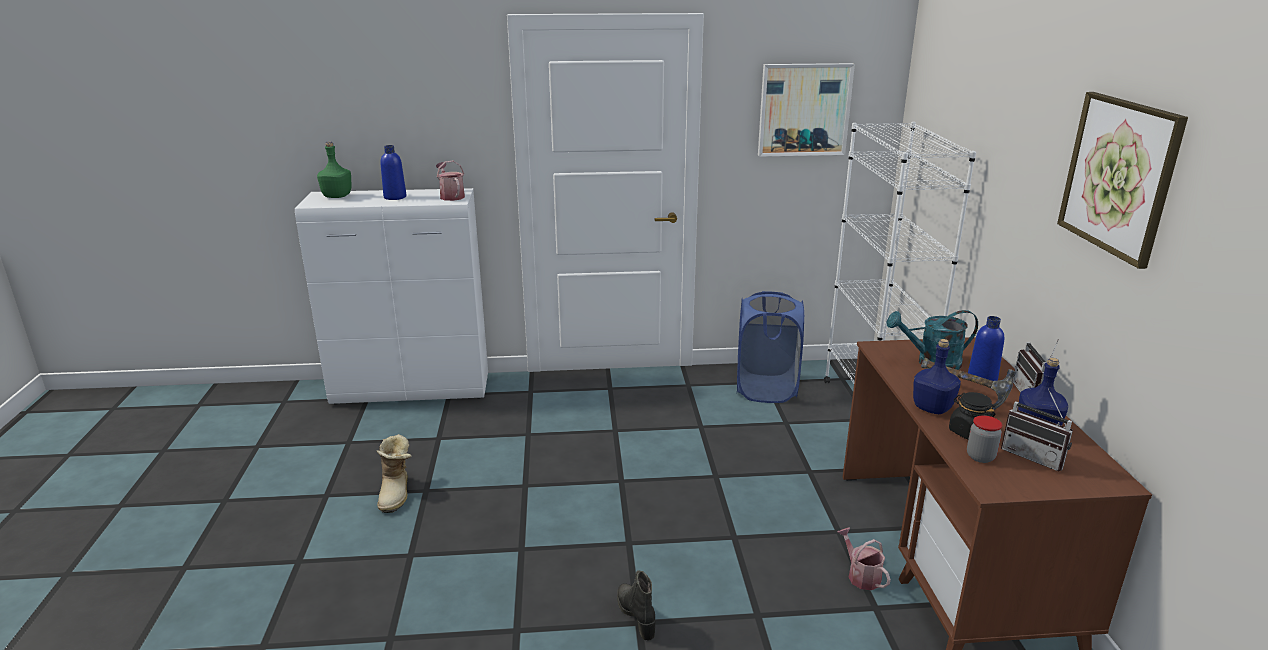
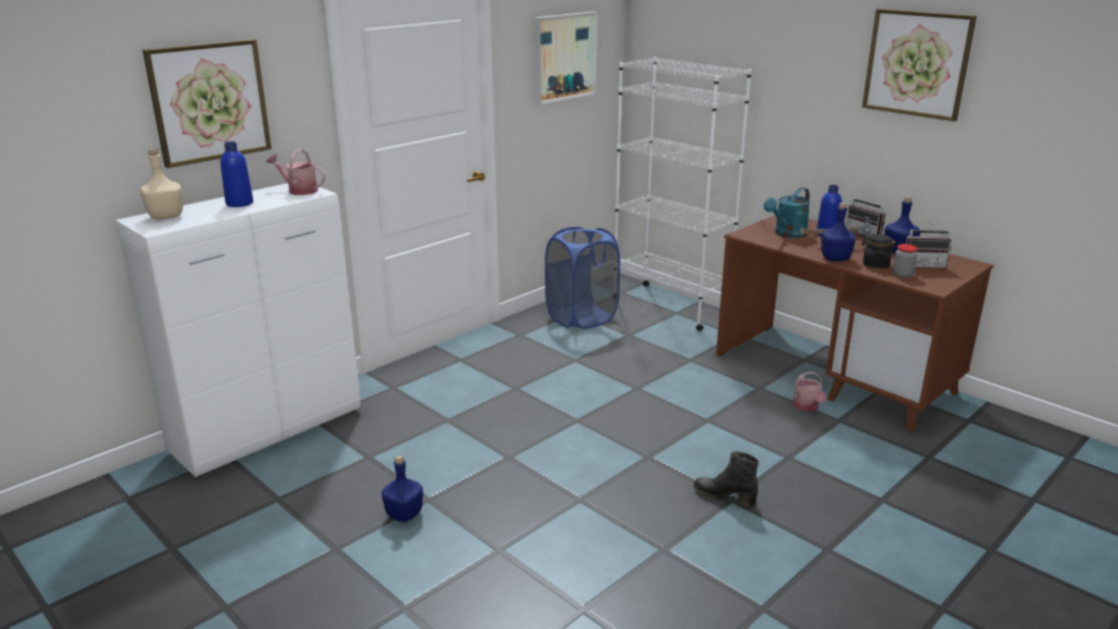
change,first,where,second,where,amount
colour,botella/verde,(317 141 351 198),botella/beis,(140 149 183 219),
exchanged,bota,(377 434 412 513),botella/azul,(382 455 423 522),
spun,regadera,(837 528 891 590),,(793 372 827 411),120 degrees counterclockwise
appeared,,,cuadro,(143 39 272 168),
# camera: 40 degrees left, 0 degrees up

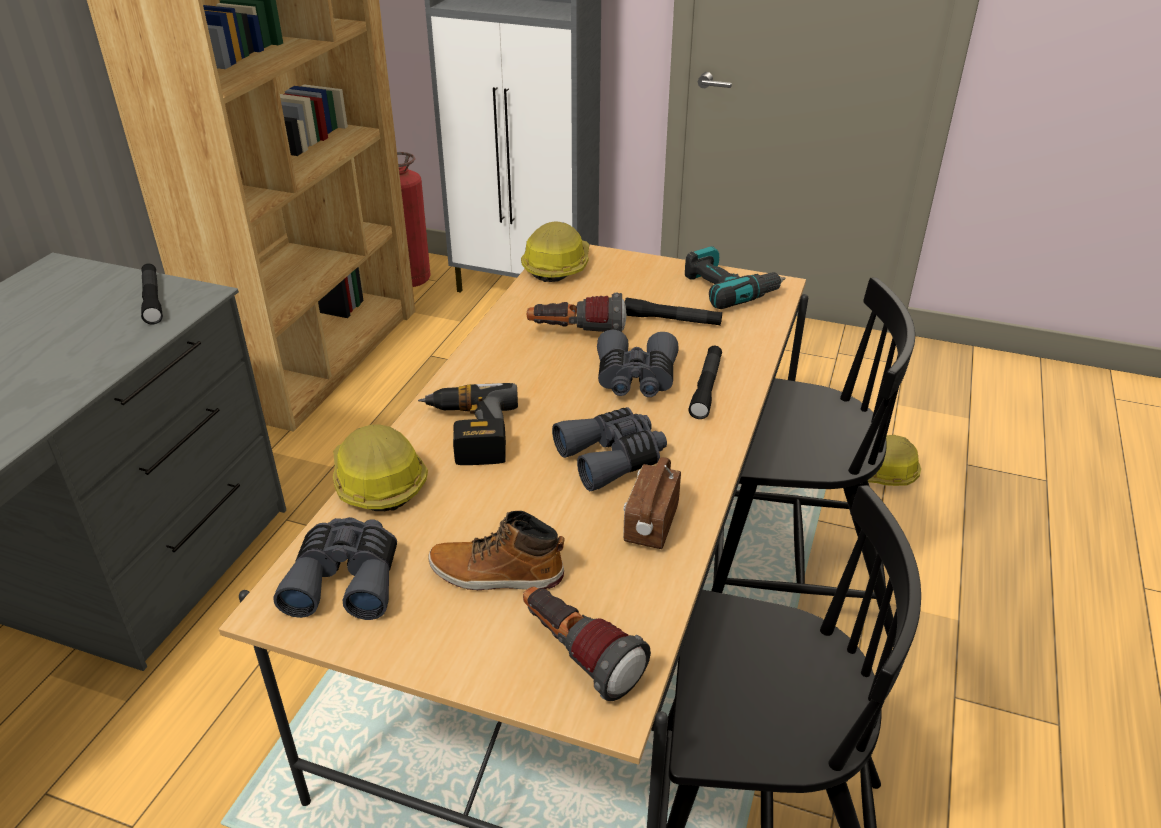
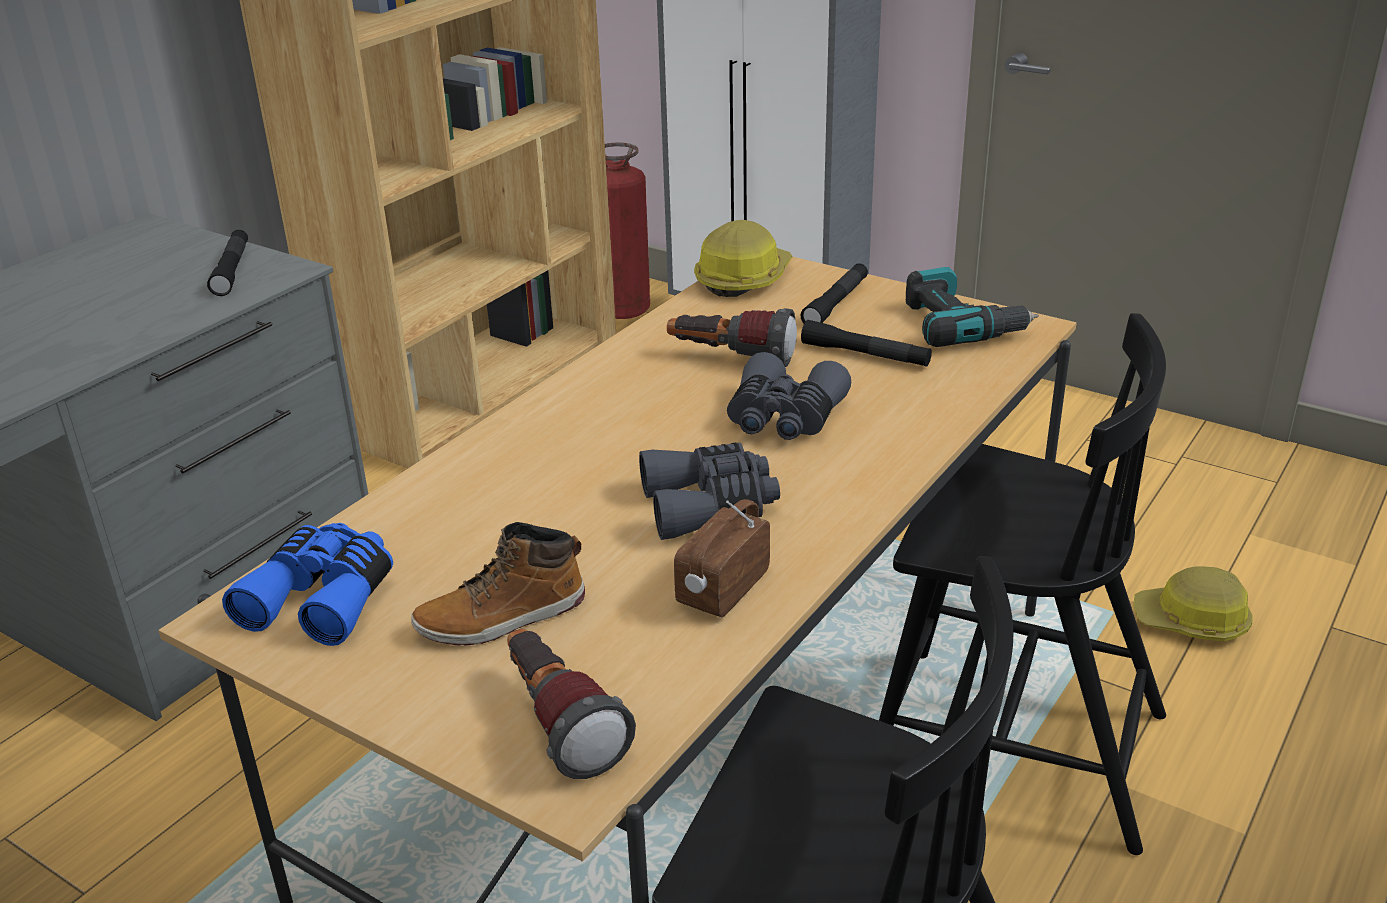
change,first,where,second,where,amount
colour,prismáticos/gris,(273 517 397 620),prismáticos/azul,(222 523 393 646),
missing,casco,(333 424 428 512),,,
missing,taladro,(418 383 518 465),,,
spun,bota,(429 511 565 590),,(411 522 585 646),45 degrees counterclockwise
relocated,linterna/negro,(688 346 722 419),,(800 263 868 323),
# camera: 15 degrees right, 5 degrees down

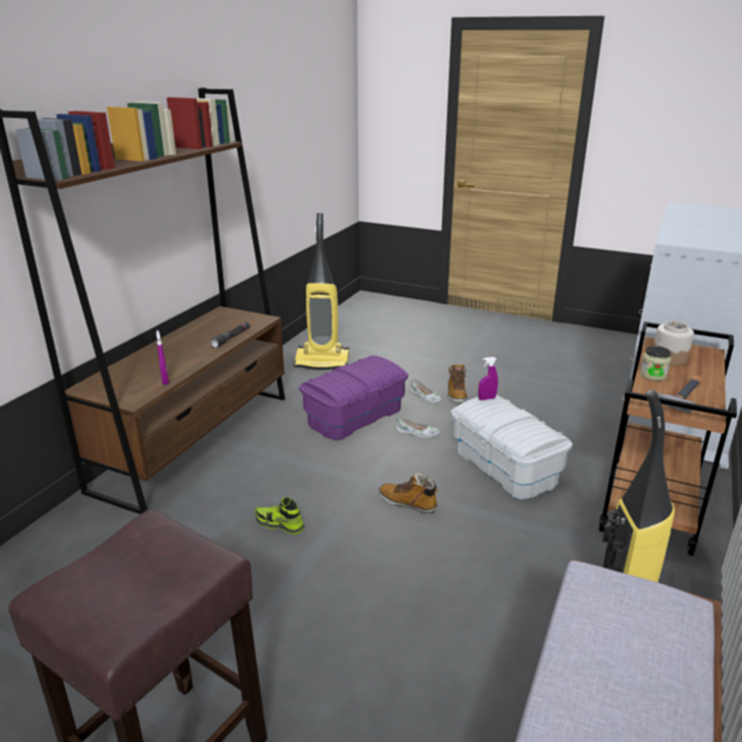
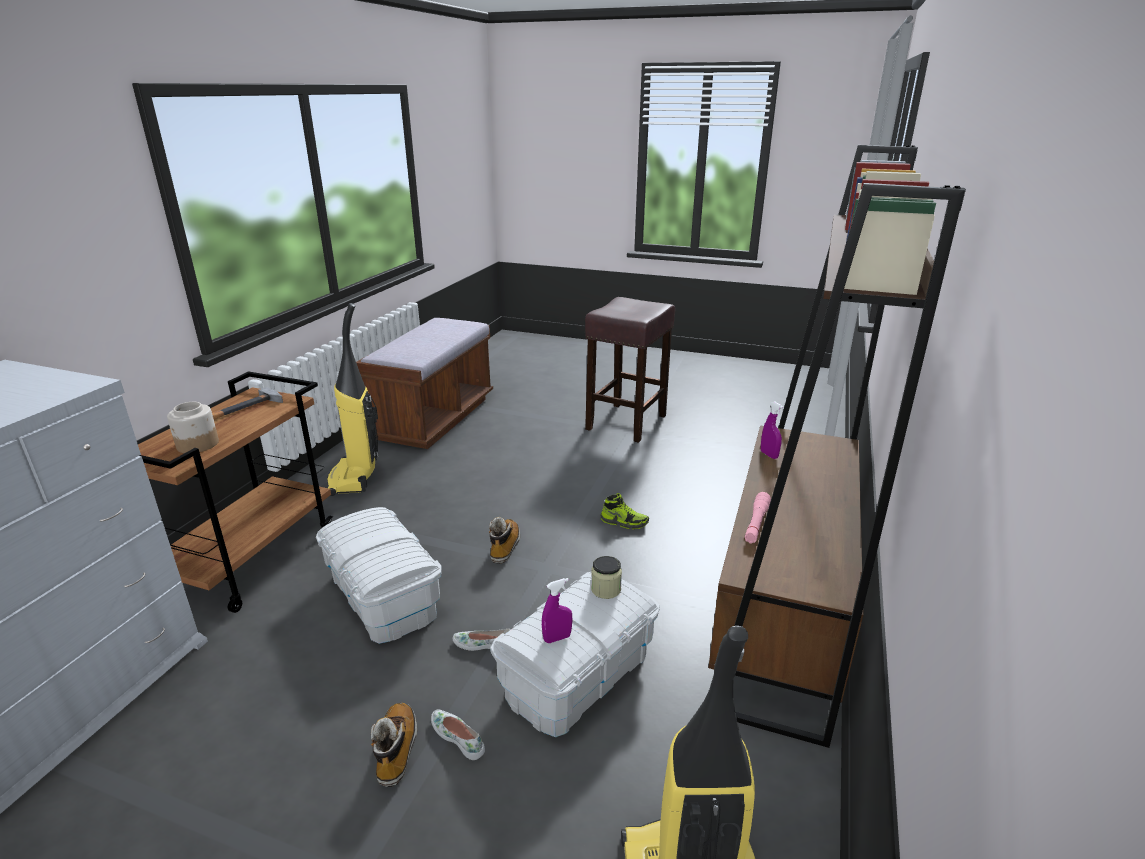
change,first,where,second,where,amount
colour,linterna/negro,(210 322 250 348),linterna/rosa,(745 492 771 543),
colour,caja de almacenaje/morado,(299 355 408 441),caja de almacenaje/blanco,(490 572 660 737),
spun,bota,(379 472 438 514),,(489 517 520 564),105 degrees counterclockwise
relocated,pulverizador/morado,(478 357 498 400),,(542 578 572 643),
relocated,tarro,(640 346 671 381),,(591 556 622 599),
# camera: 175 degrees right, 0 degrees up

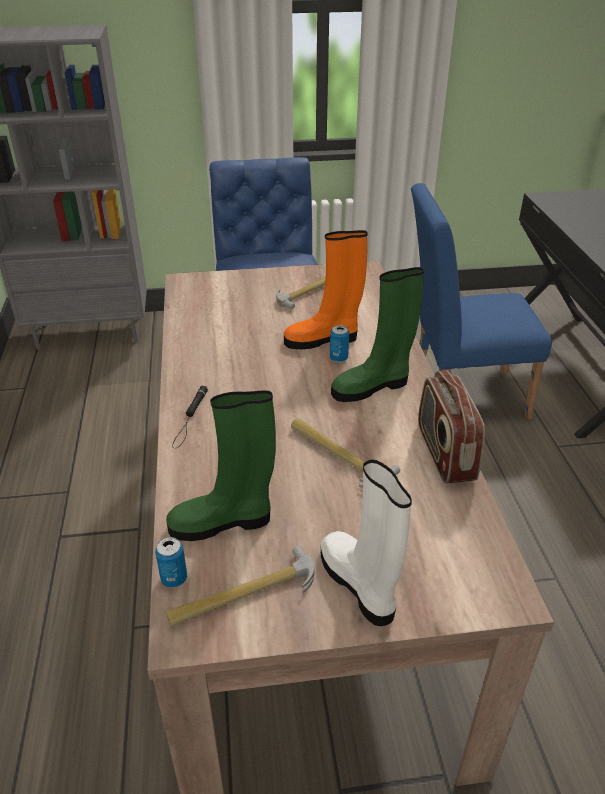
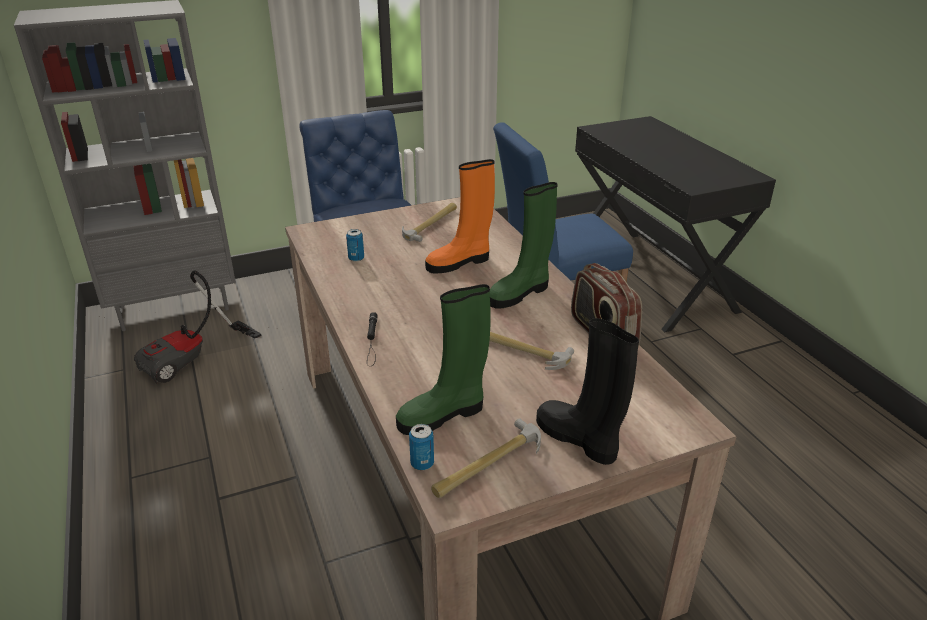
change,first,where,second,where,amount
colour,bota/blanco,(321 459 412 626),bota/negro,(536 318 639 465),
relocated,lata,(330 325 349 362),,(346 229 364 262),
appeared,,,aspiradora,(134 270 262 384),
# camera: 15 degrees left, 5 degrees down

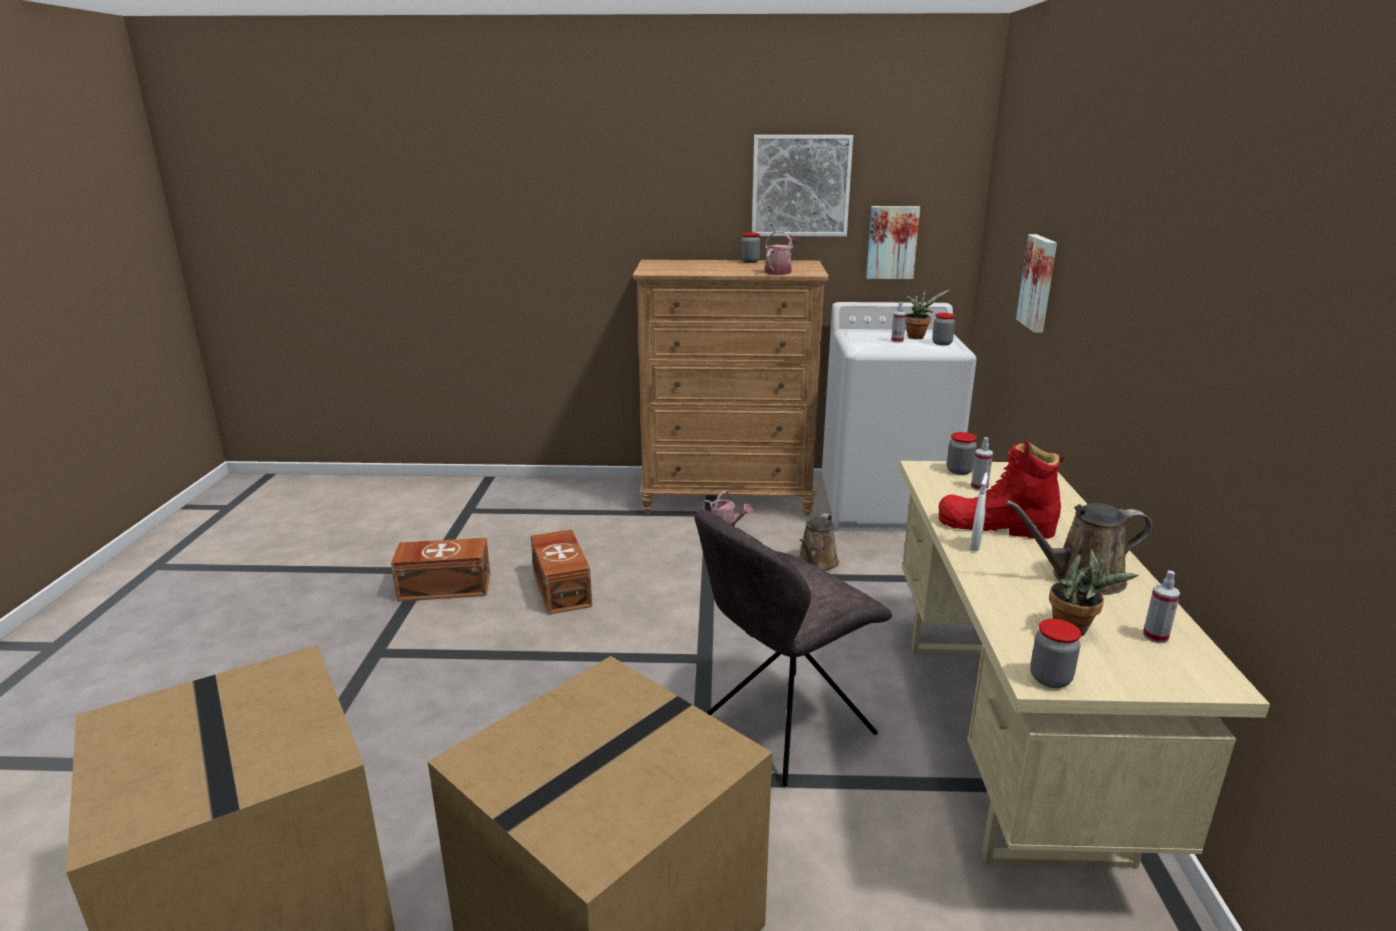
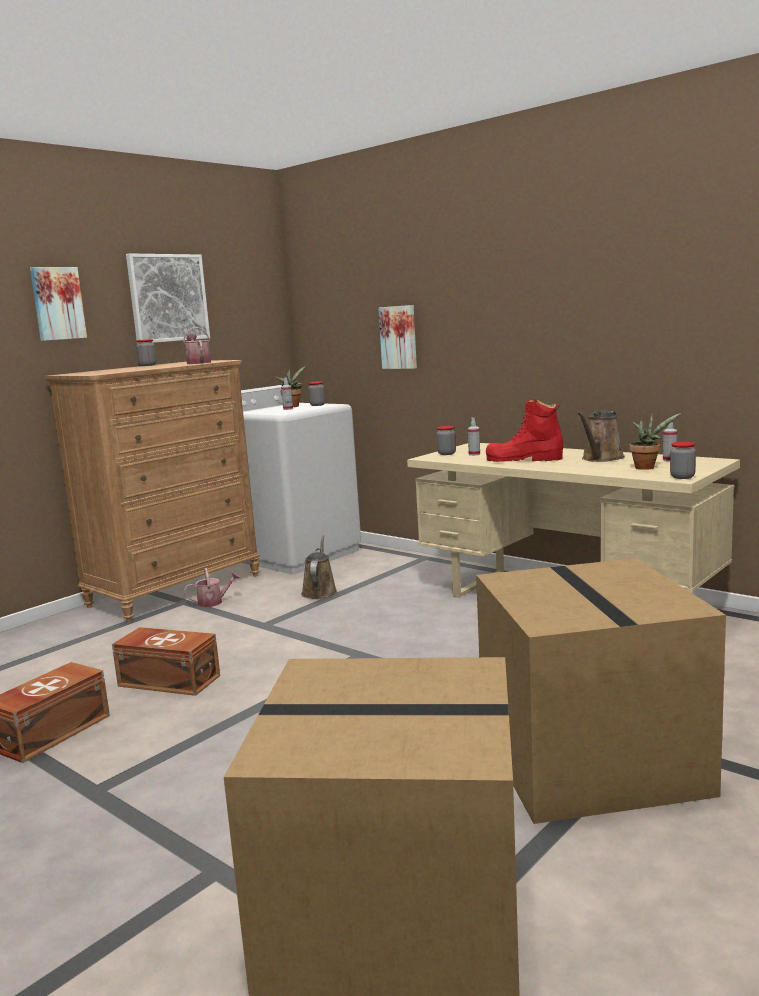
change,first,where,second,where,amount
missing,silla/gris,(694 509 892 787),,,
spun,regadera/marrón,(799 513 839 572),,(301 535 337 599),150 degrees counterclockwise
relocated,cuadro,(866 206 920 279),,(30 267 87 341),
spun,bota/rojo,(938 441 1064 539),,(486 399 563 462),45 degrees clockwise
missing,pulverizador/blanco,(970 473 988 551),,,
# camera: 50 degrees left, 10 degrees down

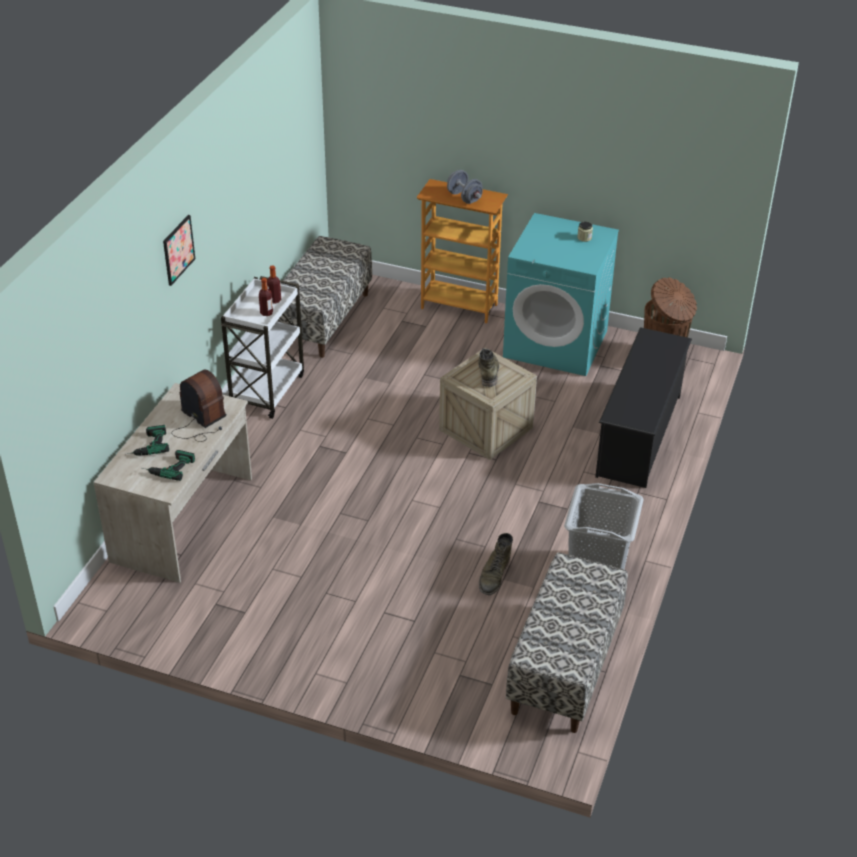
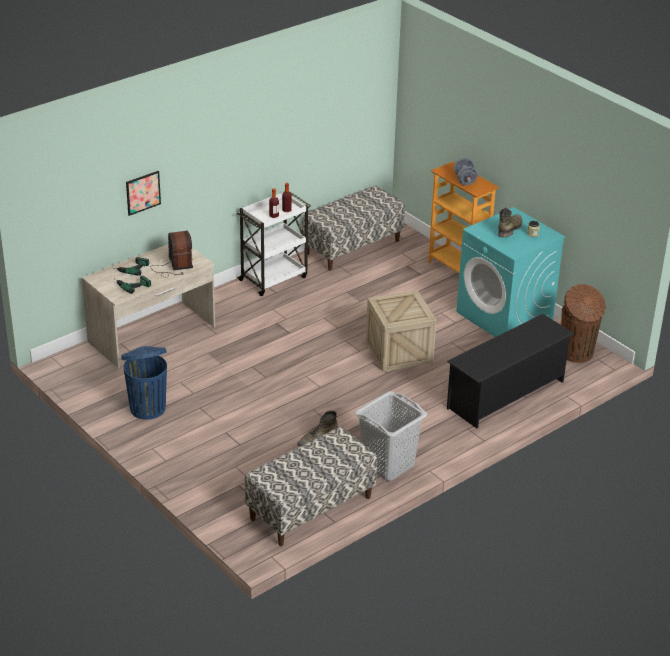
change,first,where,second,where,amount
relocated,cuadro,(163 215 195 286),,(126 171 161 216),
relocated,bota/verde,(479 348 499 387),,(498 208 523 237),
appeared,,,papelera/azul,(121 346 167 420),
# camera: 30 degrees right, 5 degrees down

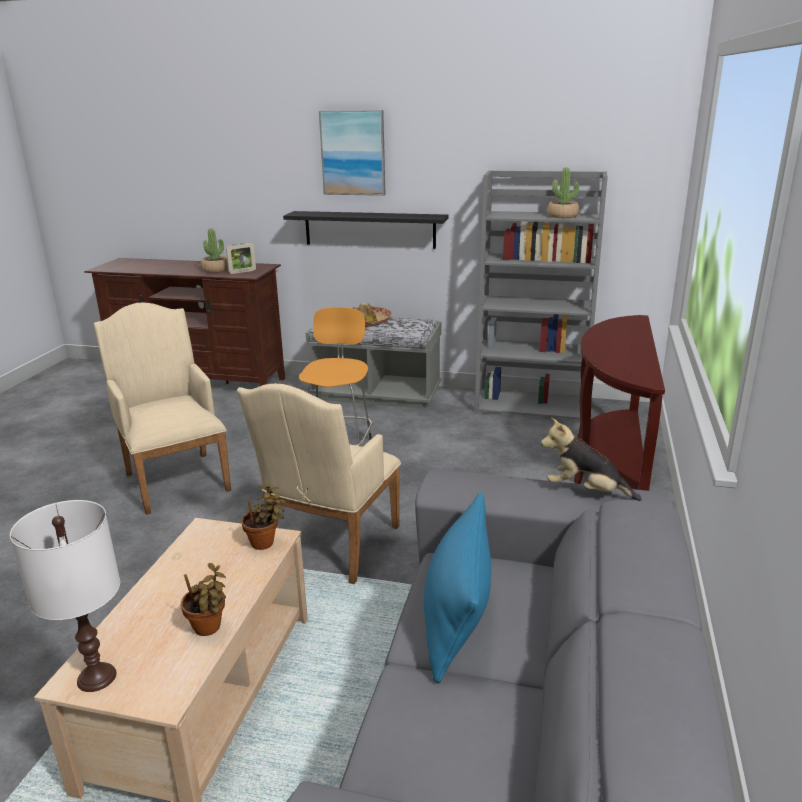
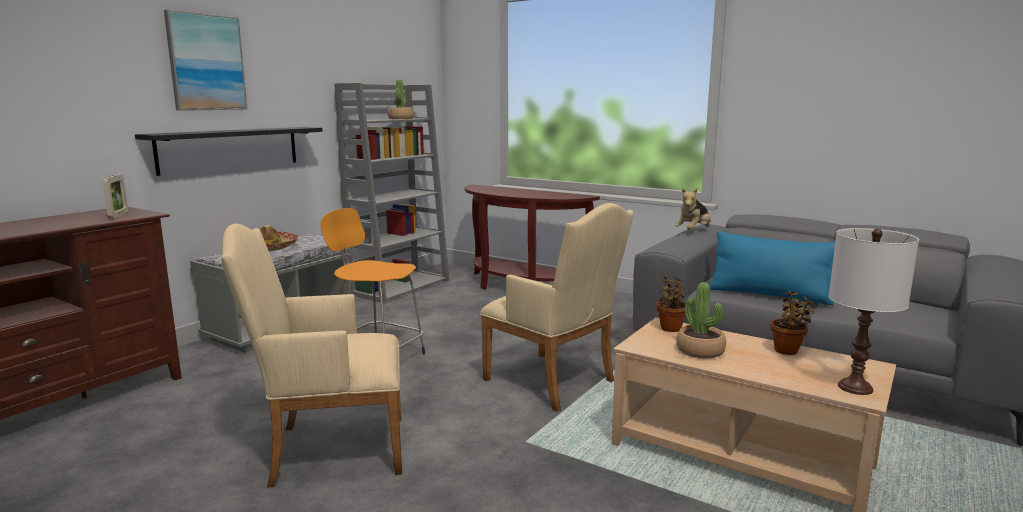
change,first,where,second,where,amount
relocated,planta en maceta,(201 228 228 273),,(676 282 726 359),
# camera: 70 degrees left, 10 degrees down

